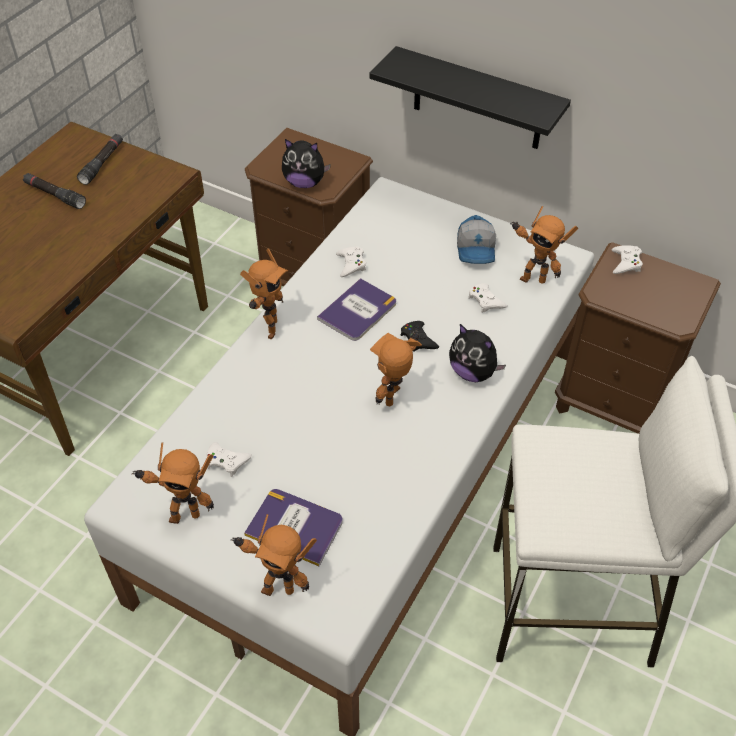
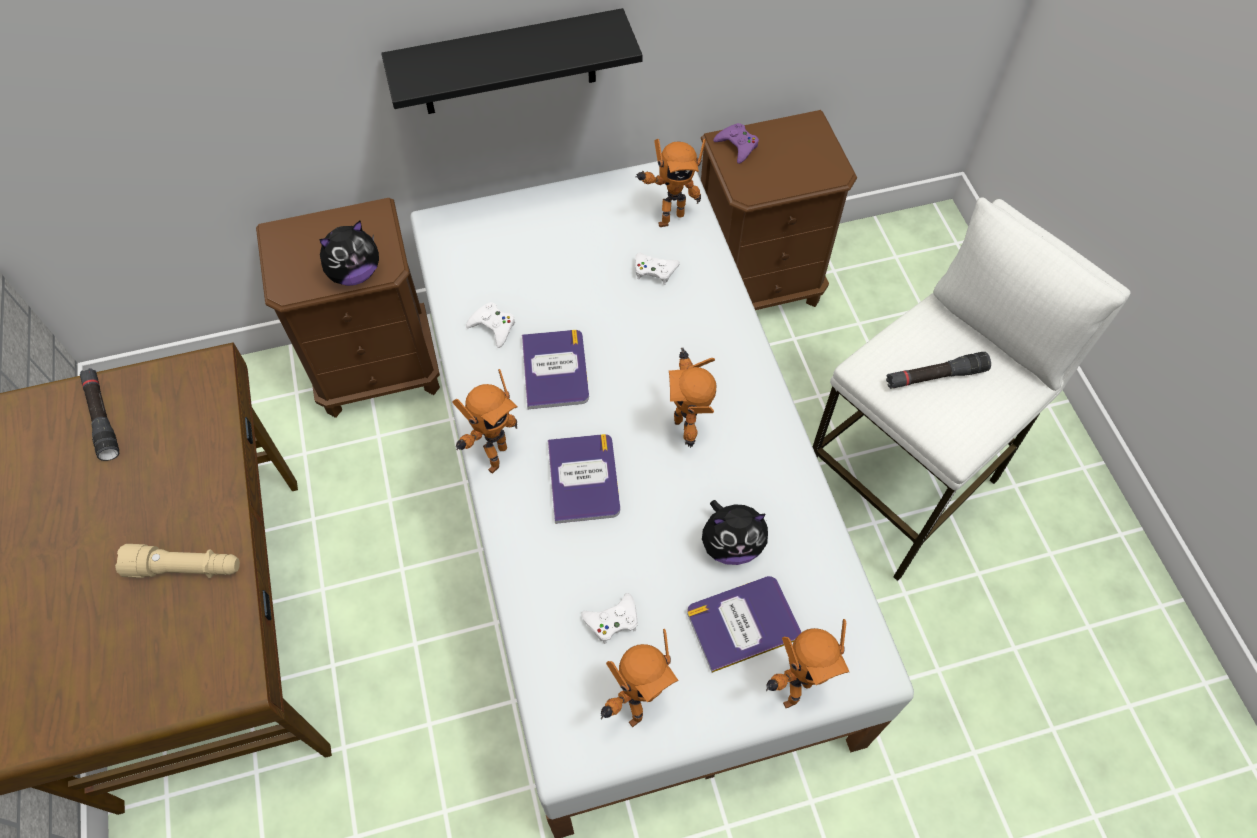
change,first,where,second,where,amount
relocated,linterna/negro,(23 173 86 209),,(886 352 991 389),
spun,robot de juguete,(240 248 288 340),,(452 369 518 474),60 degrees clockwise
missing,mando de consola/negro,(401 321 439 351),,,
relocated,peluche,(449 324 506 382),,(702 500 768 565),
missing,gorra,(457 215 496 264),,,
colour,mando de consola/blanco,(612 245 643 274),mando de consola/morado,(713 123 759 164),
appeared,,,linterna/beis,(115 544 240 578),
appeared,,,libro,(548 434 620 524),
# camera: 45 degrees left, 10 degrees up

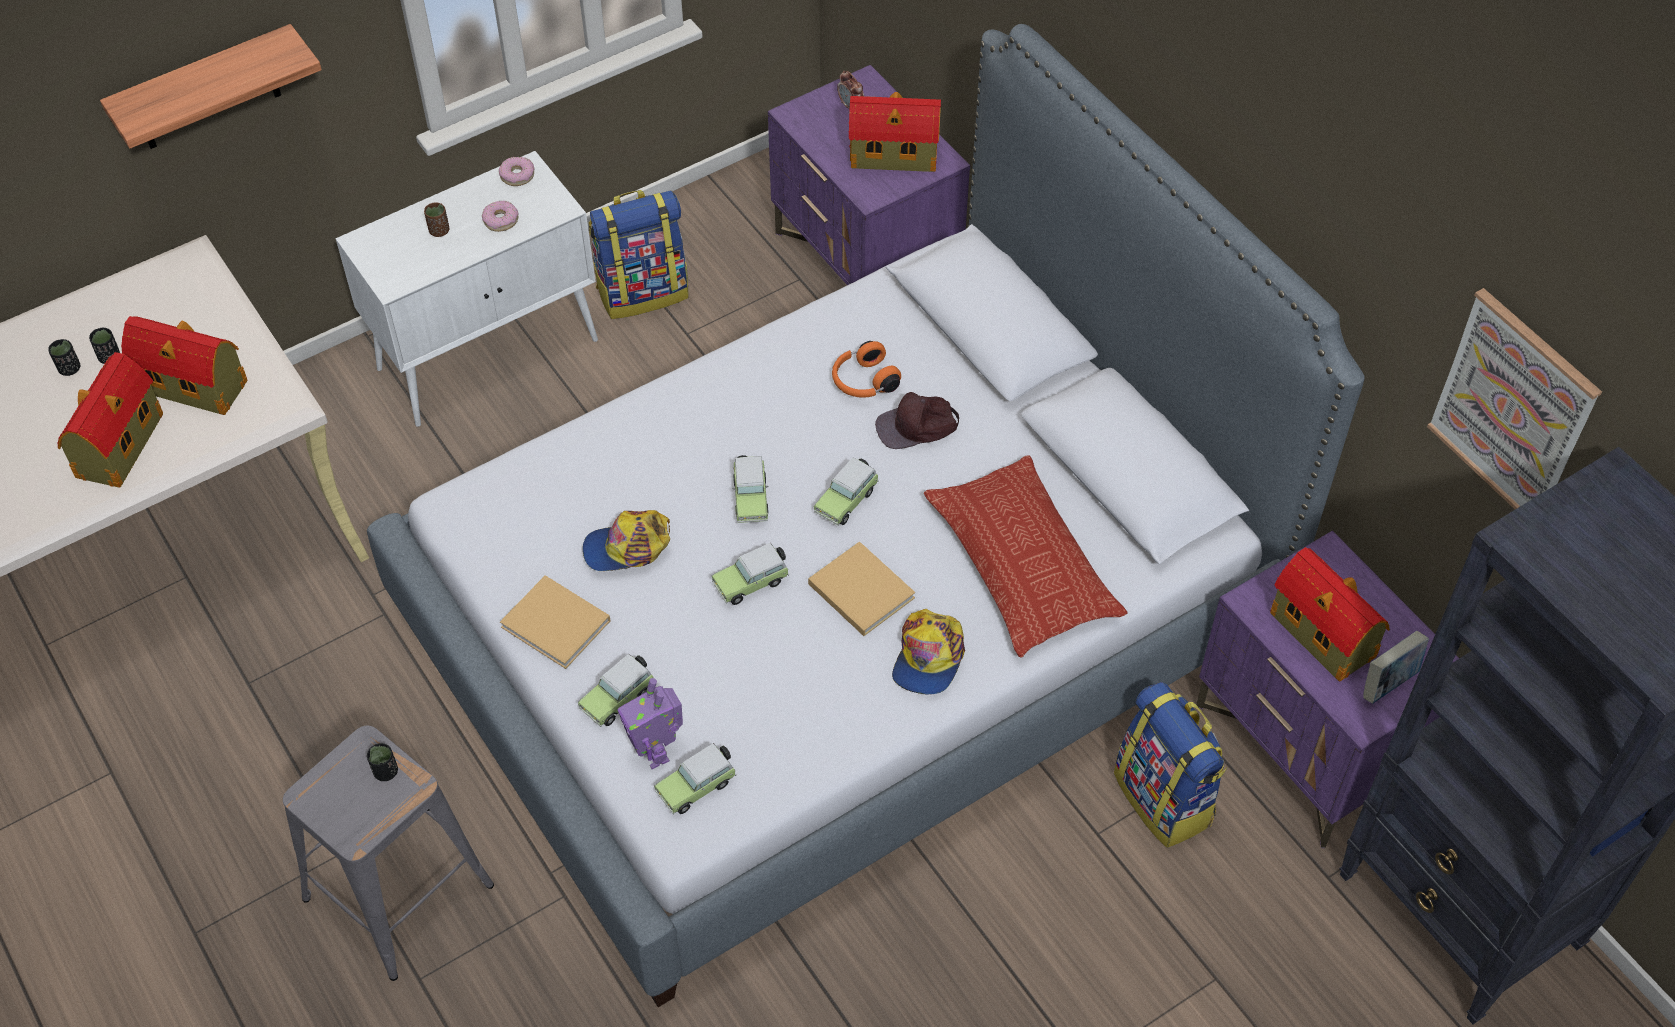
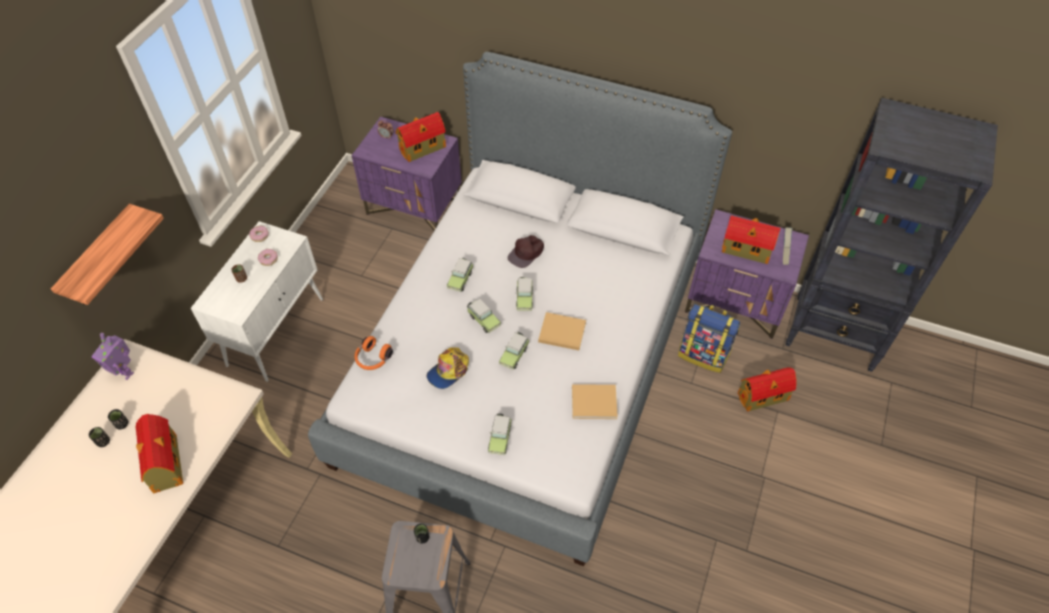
change,first,where,second,where,amount
relocated,casita,(121 316 247 415),,(738 367 796 412),
relocated,libro/beis,(500 575 610 669),,(572 384 618 419),
missing,mochila,(589 190 689 319),,,
relocated,robot de juguete,(618 678 683 769),,(92 333 134 380),
relocated,coche de juguete,(654 743 737 815),,(447 258 474 292),
relocated,auriculares/naranja,(832 341 901 398),,(355 336 393 370),
missing,gorra,(892 609 965 694),,,
missing,cojín,(924 455 1128 657),,,
missing,cuadro,(1427 288 1602 509),,,
# camera: 35 degrees left, 0 degrees up

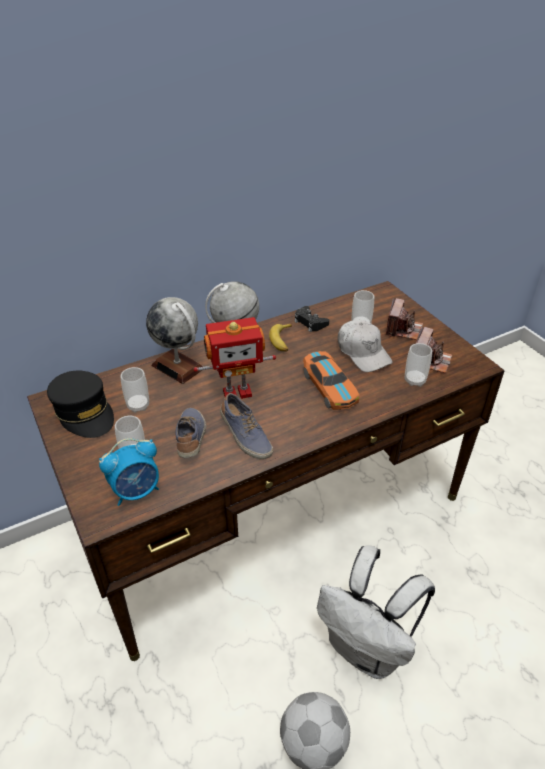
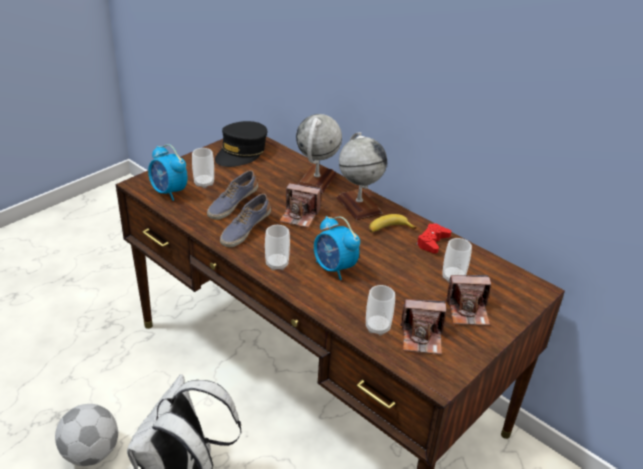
change,first,where,second,where,amount
relocated,taza,(121 367 149 413),,(265 225 290 270),
spun,zapato,(176 408 206 458),,(207 170 258 220),150 degrees clockwise
exchanged,robot de juguete,(194 317 276 399),cámara,(279 183 321 228),
colour,mando de consola/negro,(294 306 329 332),mando de consola/rojo,(416 223 451 254),
exchanged,coche de juguete,(303 351 359 410),despertador,(314 216 360 280),
missing,gorra/blanco,(338 320 392 372),,,
# camera: 70 degrees right, 5 degrees down

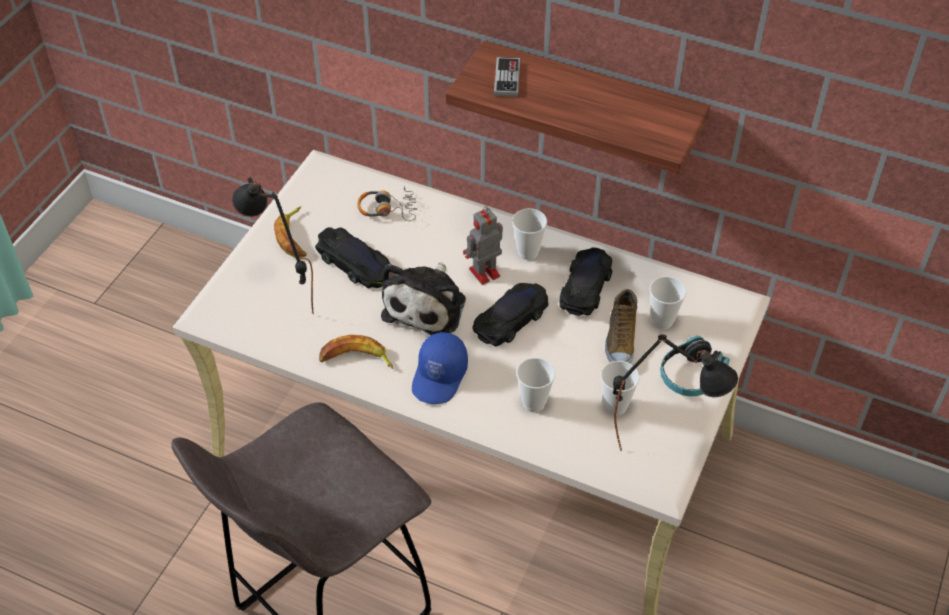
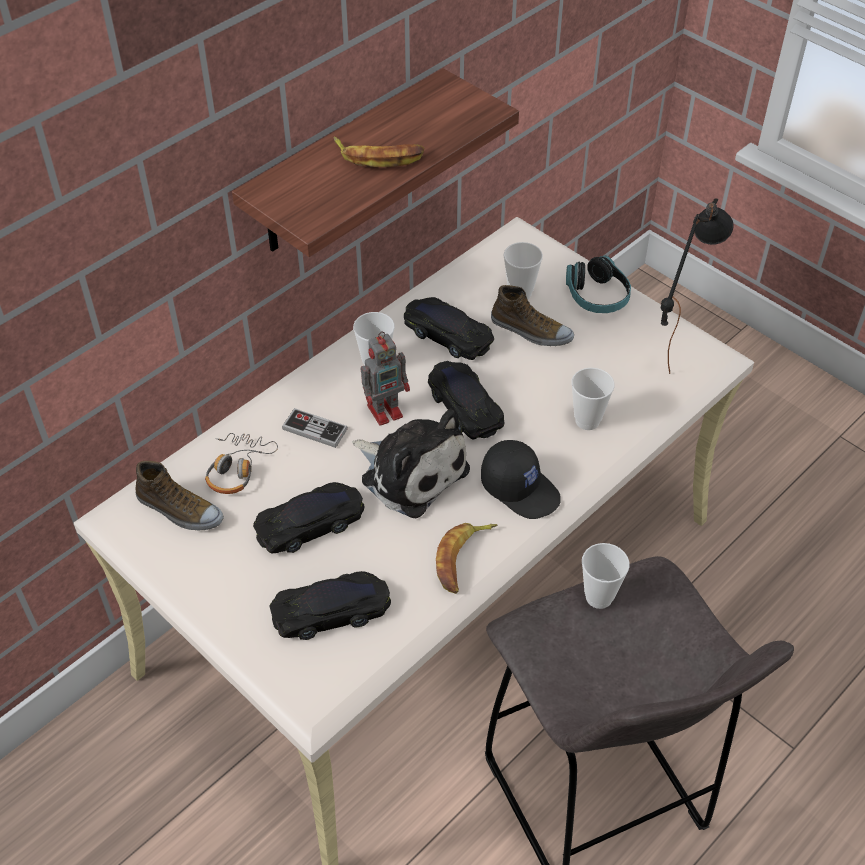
change,first,where,second,where,amount
exchanged,lámpara de mesa/negro,(232 177 314 314),coche de juguete/negro,(269 571 391 640),
relocated,plátano,(274 206 307 258),,(333 137 424 167),
colour,gorra/azul,(412 332 468 404),gorra/negro,(481 440 561 519),
spun,robot de juguete,(463 206 503 285),,(361 332 410 426),105 degrees counterclockwise
relocated,mando de consola,(494 57 520 97),,(282 408 348 448),
relocated,taza,(601 361 640 416),,(582 543 629 609),
appeared,,,zapato,(136 461 224 530),
# camera: 70 degrees left, 0 degrees up

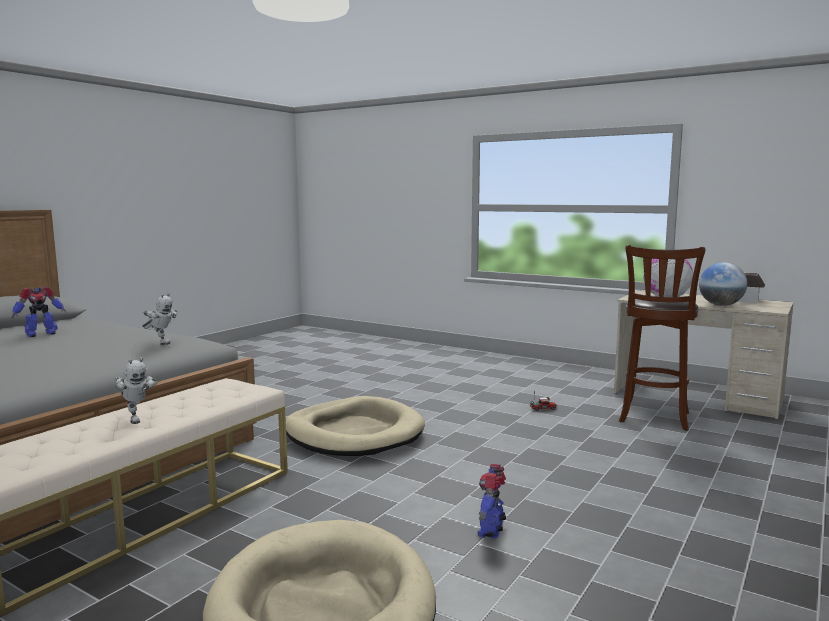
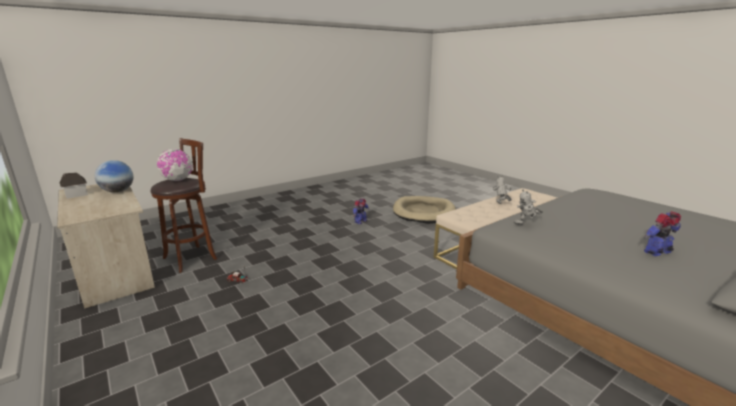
change,first,where,second,where,amount
spun,robot de juguete,(142 293 177 345),,(514 189 543 225),60 degrees counterclockwise
missing,cama para perro/beis,(286 396 425 456),,,
# camera: 160 degrees left, 10 degrees up

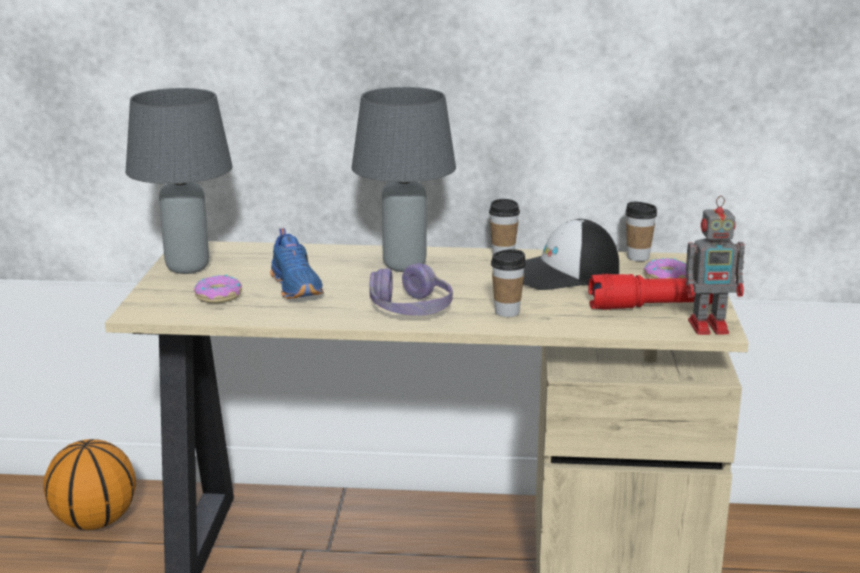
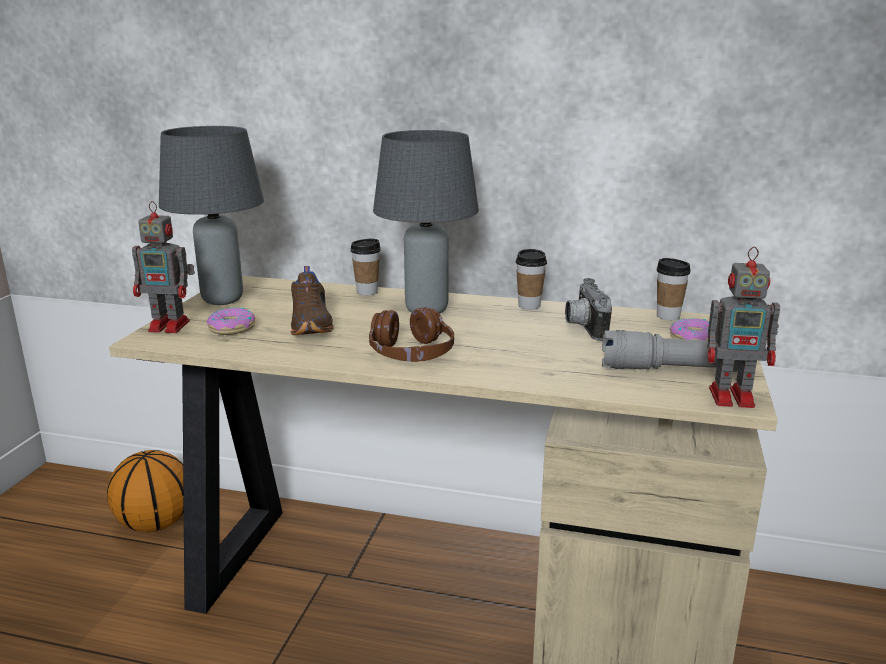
change,first,where,second,where,amount
colour,zapato/azul,(270 228 324 299),zapato/marrón,(291 266 334 335),
colour,auriculares/morado,(369 263 453 316),auriculares/marrón,(369 307 454 362),
relocated,taza,(491 249 526 317),,(351 238 381 296),
exchanged,gorra,(523 219 619 290),cámara,(565 278 612 341),
colour,linterna/rojo,(589 274 713 310),linterna/gris,(602 330 739 372),
appeared,,,robot de juguete,(132 201 195 333),
# camera: 10 degrees right, 0 degrees up

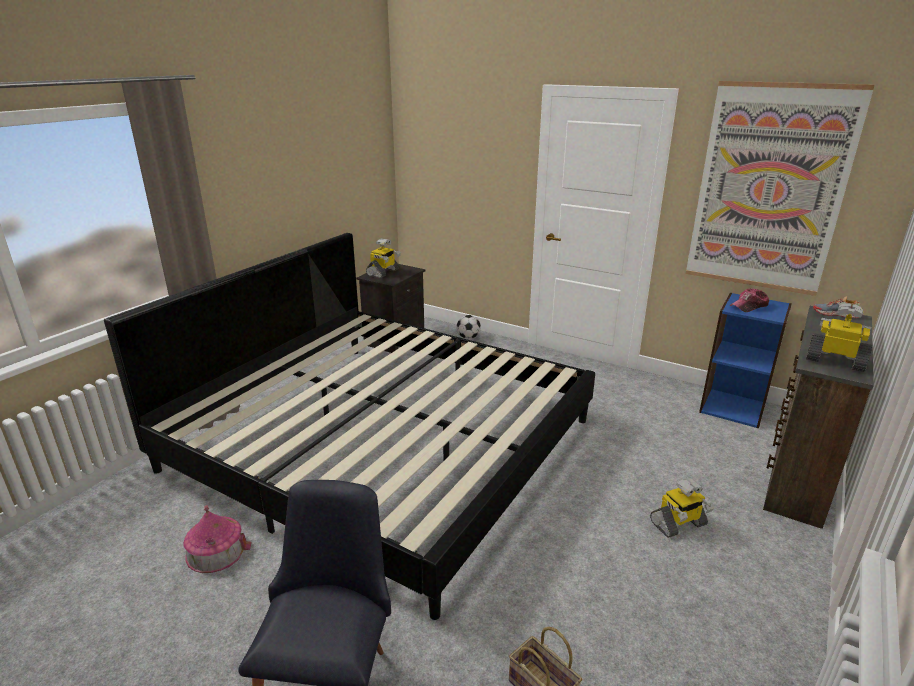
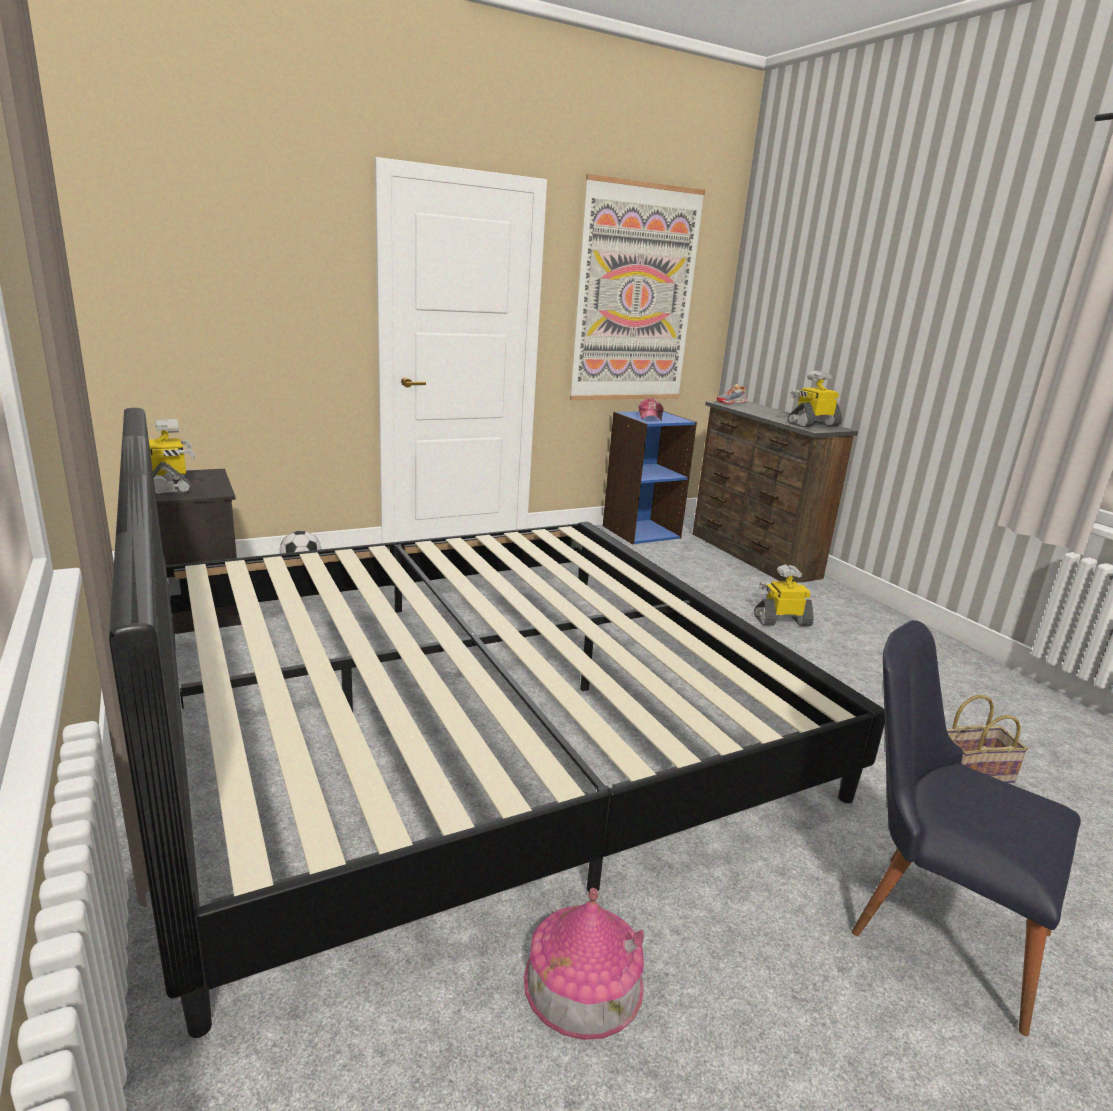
change,first,where,second,where,amount
spun,robot de juguete,(650 478 714 538),,(754 564 814 626),105 degrees counterclockwise
# camera: 60 degrees left, 5 degrees down

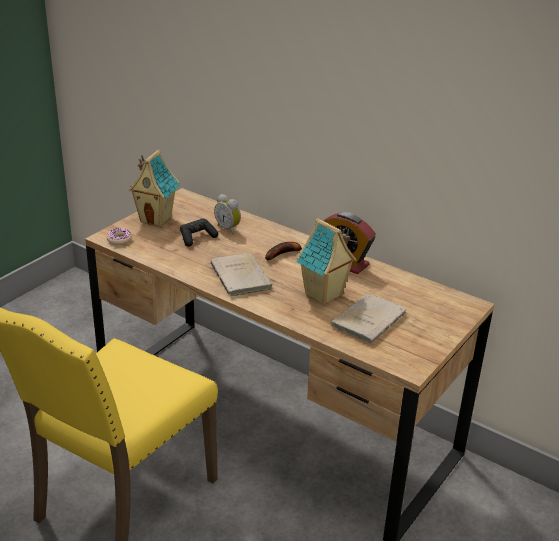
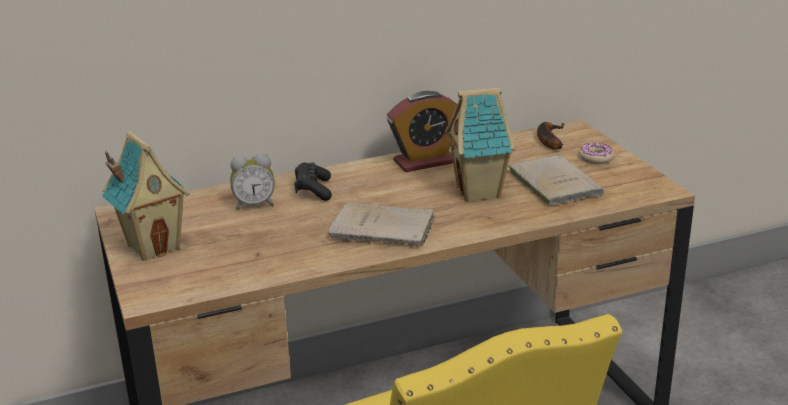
change,first,where,second,where,amount
relocated,rosquilla,(107 228 132 245),,(580 143 614 164),
relocated,mando de consola/negro,(180 219 218 247),,(294 162 332 201),
relocated,plátano,(265 242 302 261),,(537 122 565 149),
# camera: 55 degrees left, 5 degrees down

